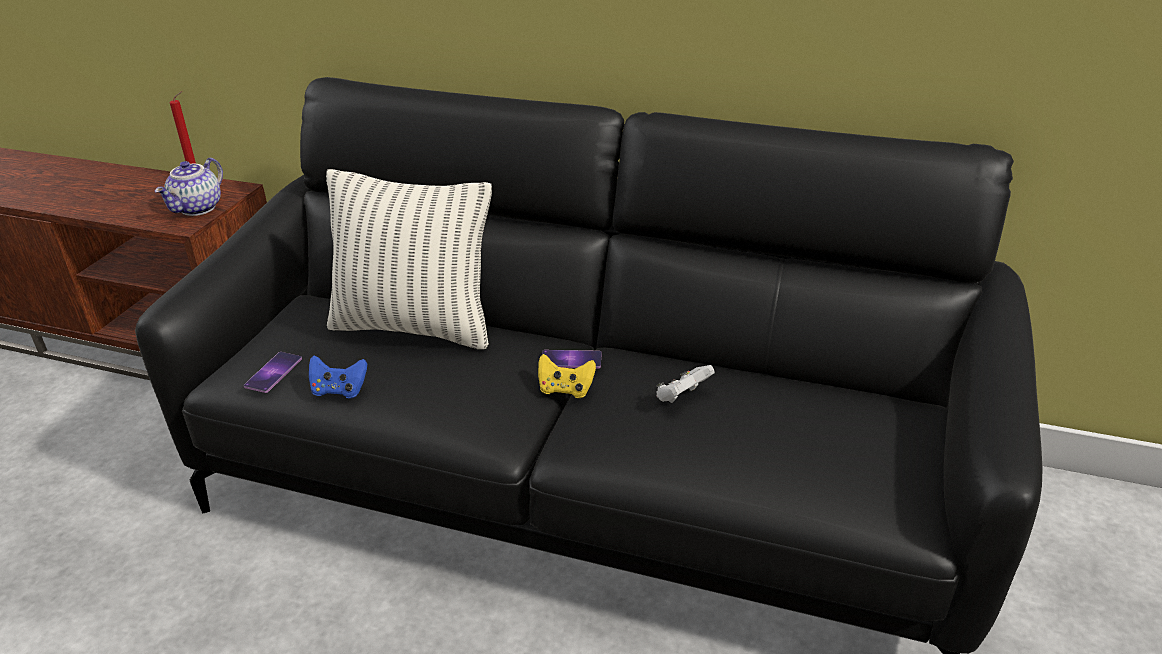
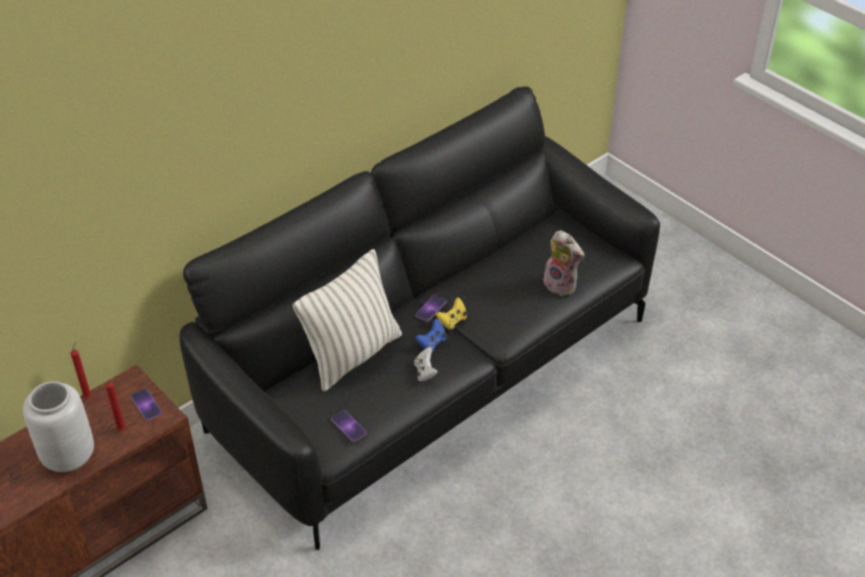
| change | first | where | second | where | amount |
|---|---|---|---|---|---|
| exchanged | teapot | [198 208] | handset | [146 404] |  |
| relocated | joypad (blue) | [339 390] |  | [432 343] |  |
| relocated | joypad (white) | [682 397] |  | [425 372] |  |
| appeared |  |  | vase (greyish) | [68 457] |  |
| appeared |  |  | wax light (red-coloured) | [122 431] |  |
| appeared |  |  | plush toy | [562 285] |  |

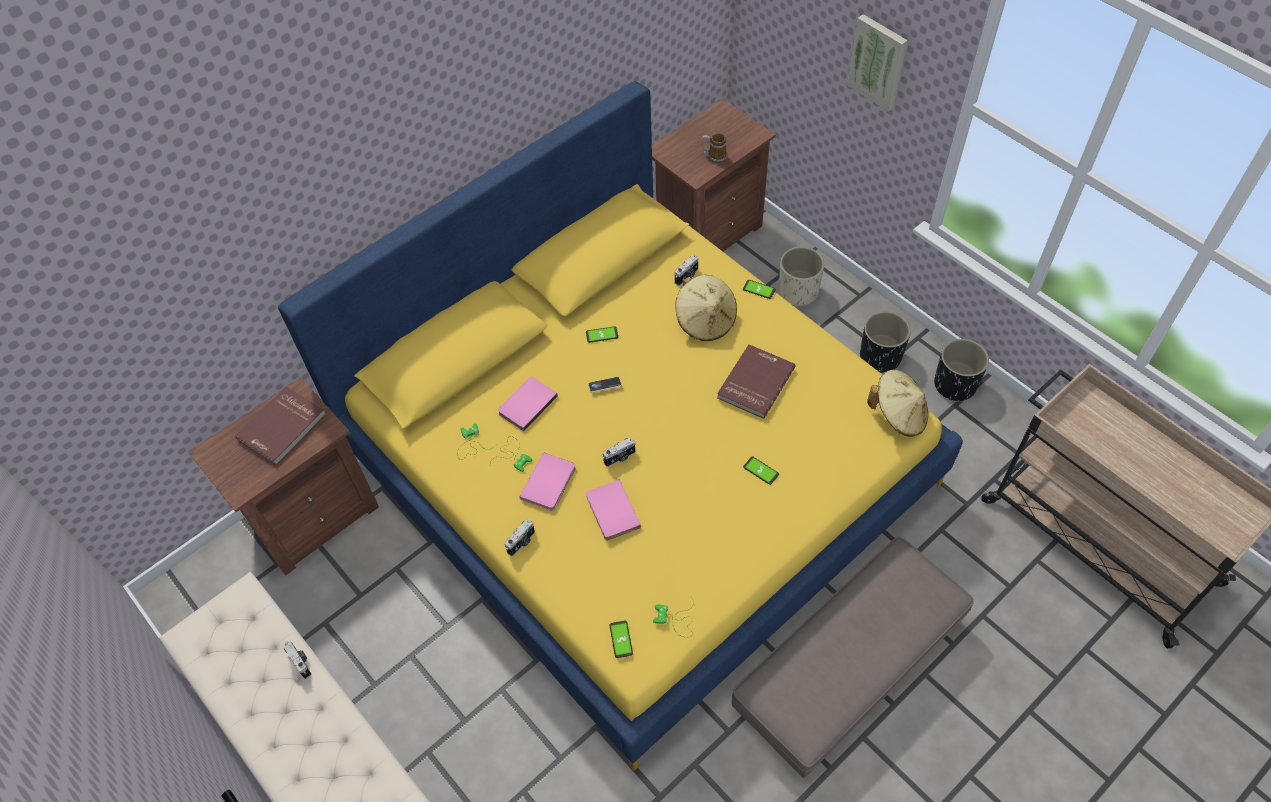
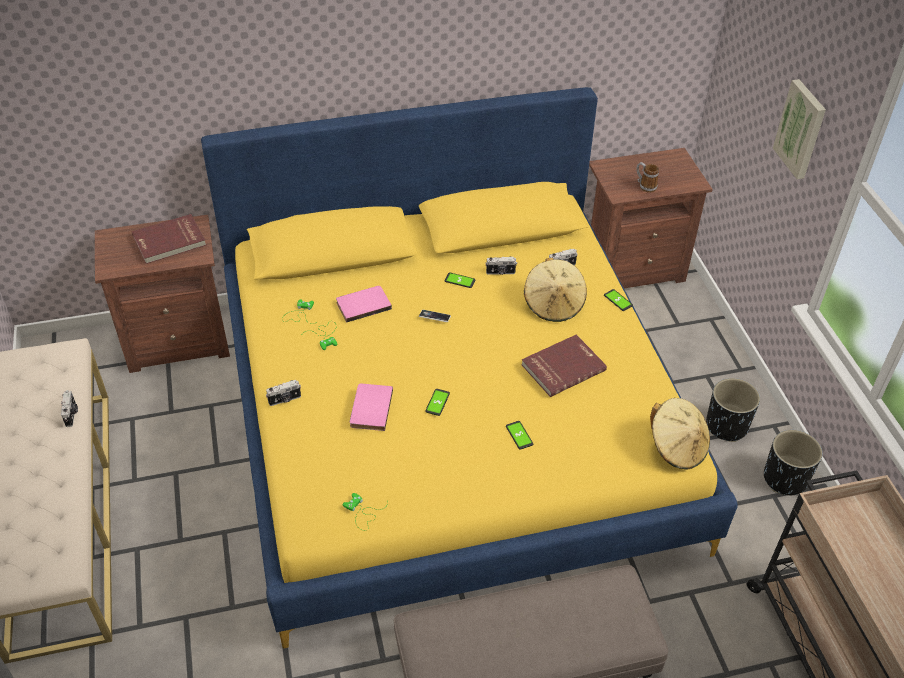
| change | first | where | second | where | amount |
|---|---|---|---|---|---|
| missing | book (pink) | [550 484] |  |  |  |
| relocated | still camera | [620 458] |  | [500 272] |  |
| relocated | handset | [621 639] |  | [437 402] |  |
| missing | planter (sand-coloured) | [798 292] |  |  |  |

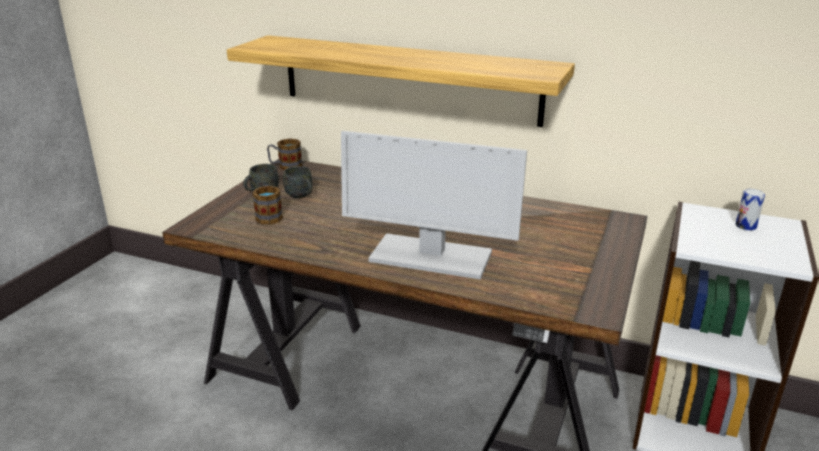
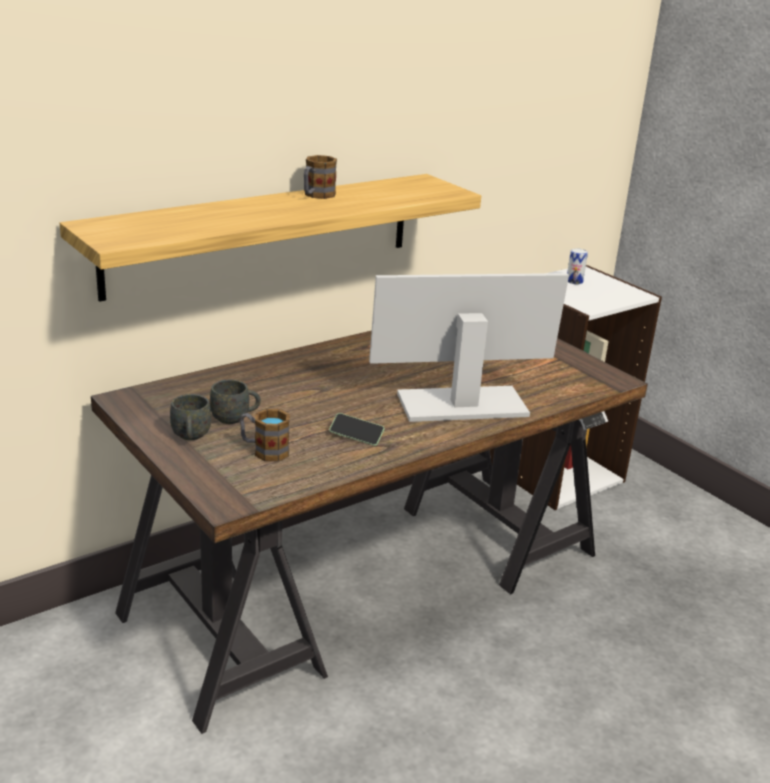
| change | first | where | second | where | amount |
|---|---|---|---|---|---|
| relocated | coffee mug | [285 166] |  | [316 195] |  |
| spun | monitor | [429 257] |  | [463 404] | 150 degrees counterclockwise |
| appeared |  |  | handset | [356 436] |  |

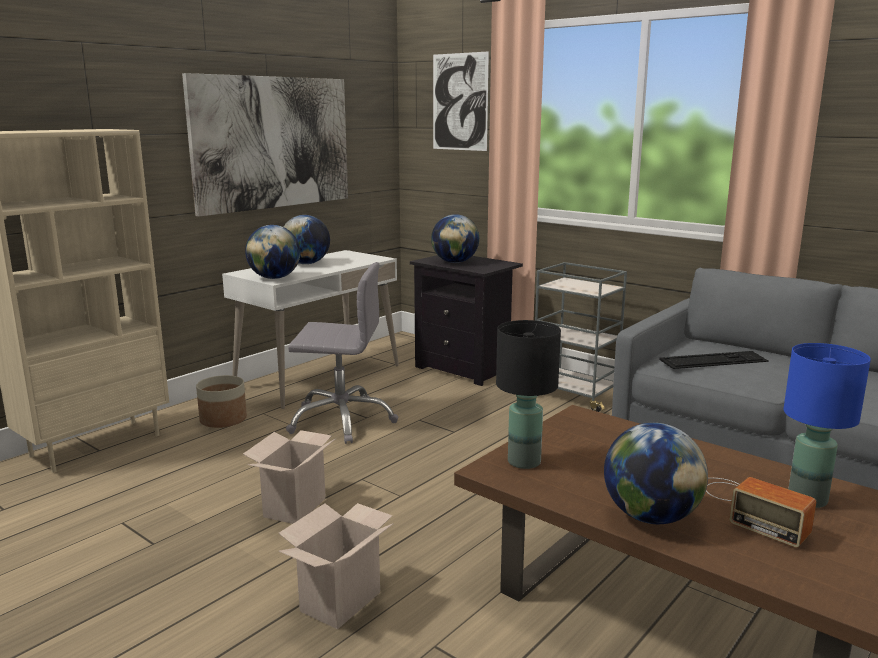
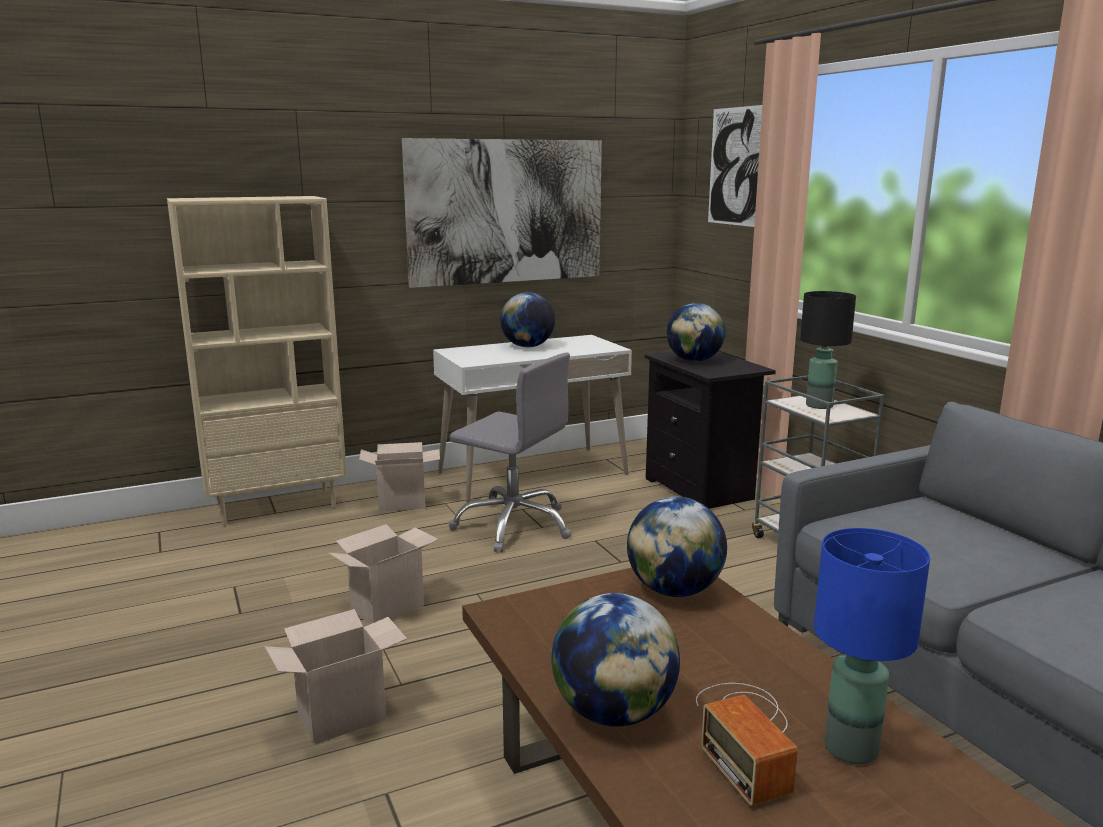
| change | first | where | second | where | amount |
|---|---|---|---|---|---|
| exchanged | planter | [223 419] | packing box | [403 503] |  |
| relocated | world globe | [274 278] |  | [674 590] |  |
| relocated | table lamp (black-coloured) | [525 461] |  | [820 405] |  |
| missing | keyboard | [713 360] |  |  |  |

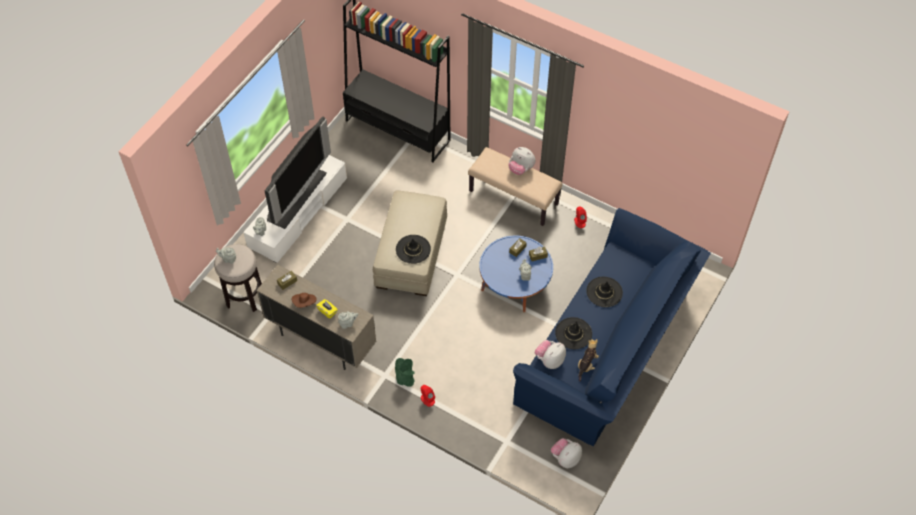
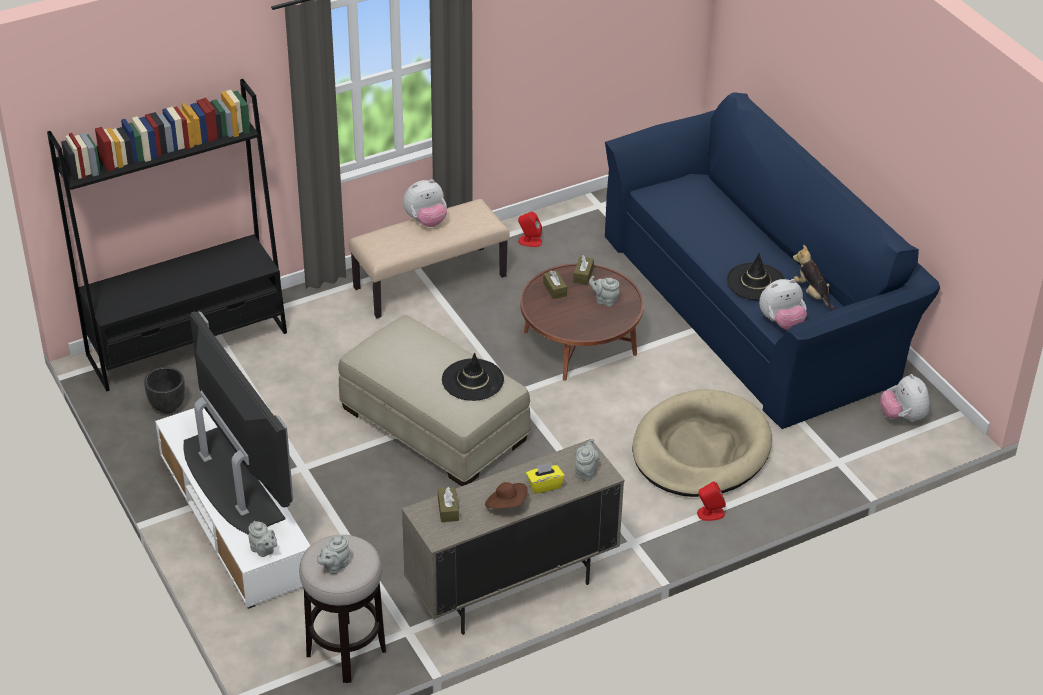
| change | first | where | second | where | amount |
|---|---|---|---|---|---|
| missing | vase (green-coloured) | [405 379] |  |  |  |
| colour | coffee table (blue) | [515 283] | coffee table (brown) | [580 343] |  |
| spun | plush toy | [549 360] |  | [781 322] | 90 degrees counterclockwise |
| missing | wearable hat (black-coloured) | [604 292] |  |  |  |
| appeared |  |  | planter (black-coloured) | [167 406] |  |
| appeared |  |  | pet bed (sand-coloured) | [700 449] |  |

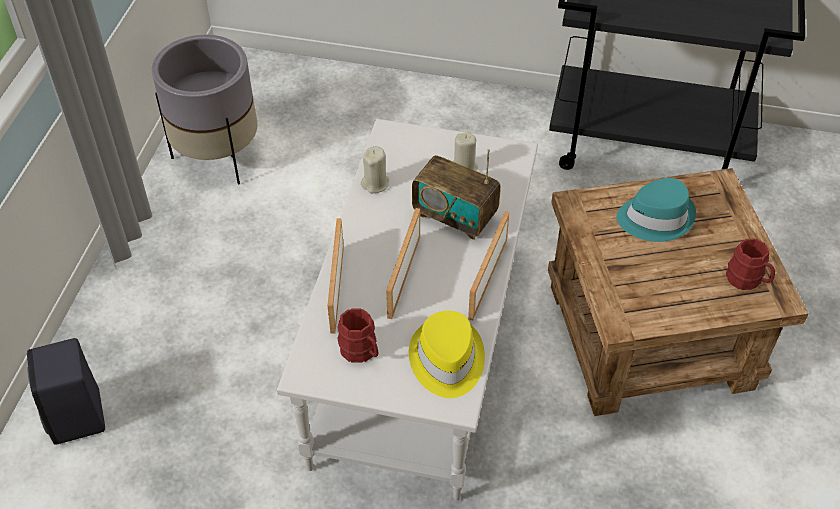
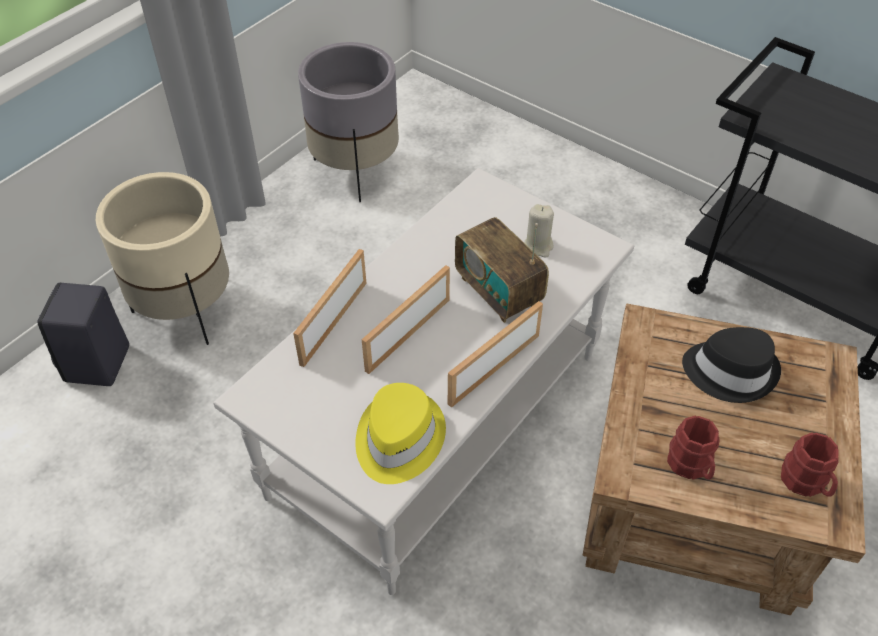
| change | first | where | second | where | amount |
|---|---|---|---|---|---|
| relocated | coffee mug (red-coloured) | [361 352] |  | [691 467] |  |
| missing | wax light (sand-coloured) | [375 183] |  |  |  |
| colour | wearable hat (turquoise) | [655 217] | wearable hat (black-coloured) | [730 370] |  |
| appeared |  |  | planter (sand-coloured) | [186 310] |  |

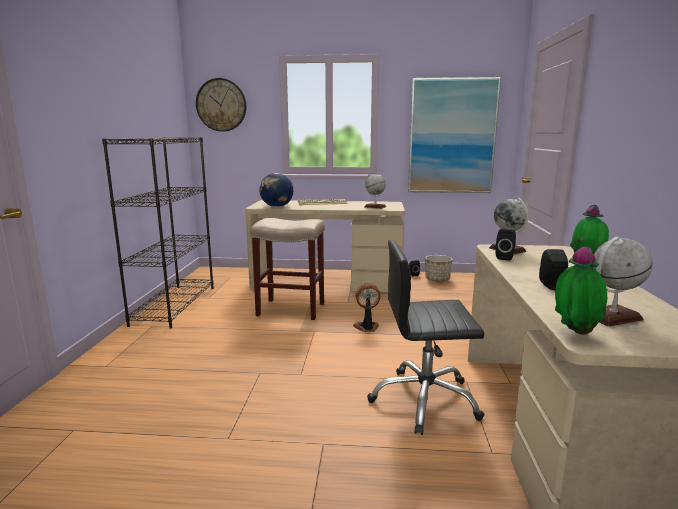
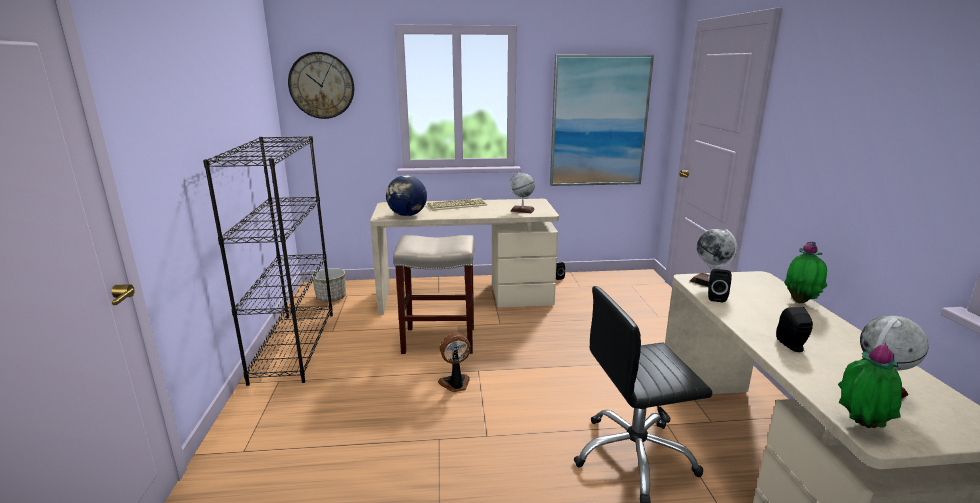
| change | first | where | second | where | amount |
|---|---|---|---|---|---|
| relocated | electric fan | [367 328] |  | [455 384] |  |
| relocated | planter | [437 279] |  | [331 298] |  |

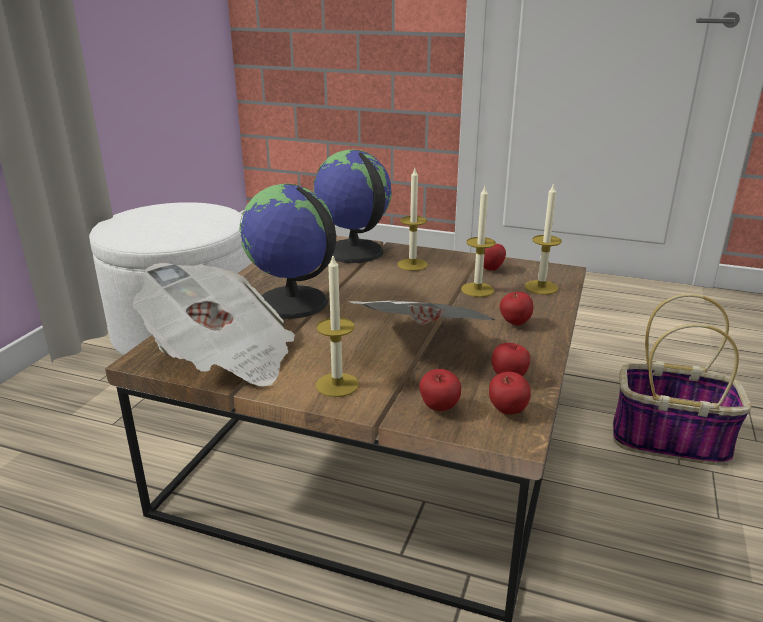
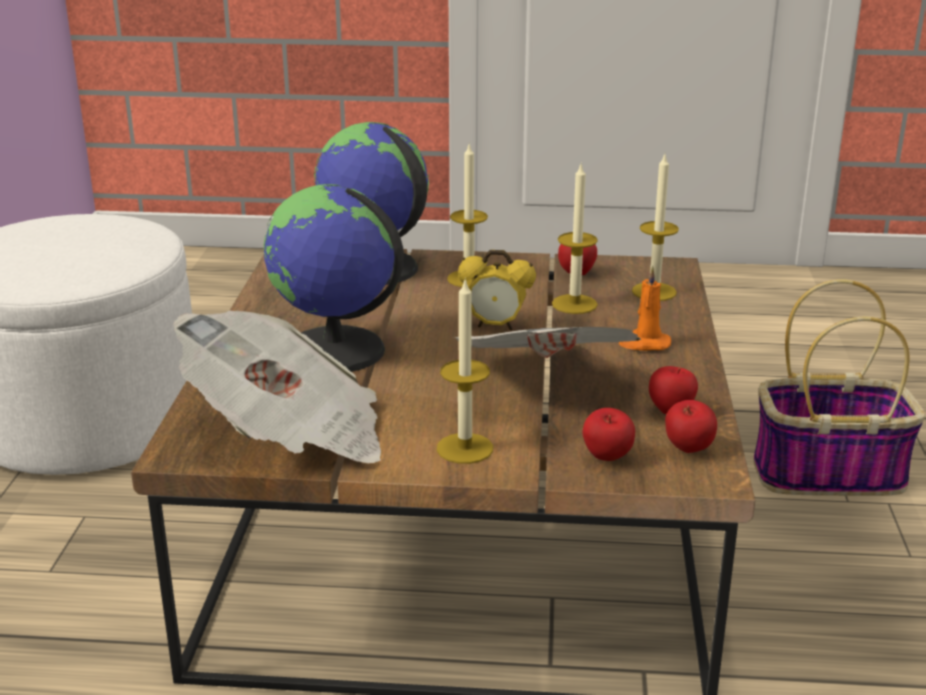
| change | first | where | second | where | amount |
|---|---|---|---|---|---|
| exchanged | apple fruit | [514 324] | wax light (orange) | [644 344] |  |
| appeared |  |  | table clock | [496 326] |  |

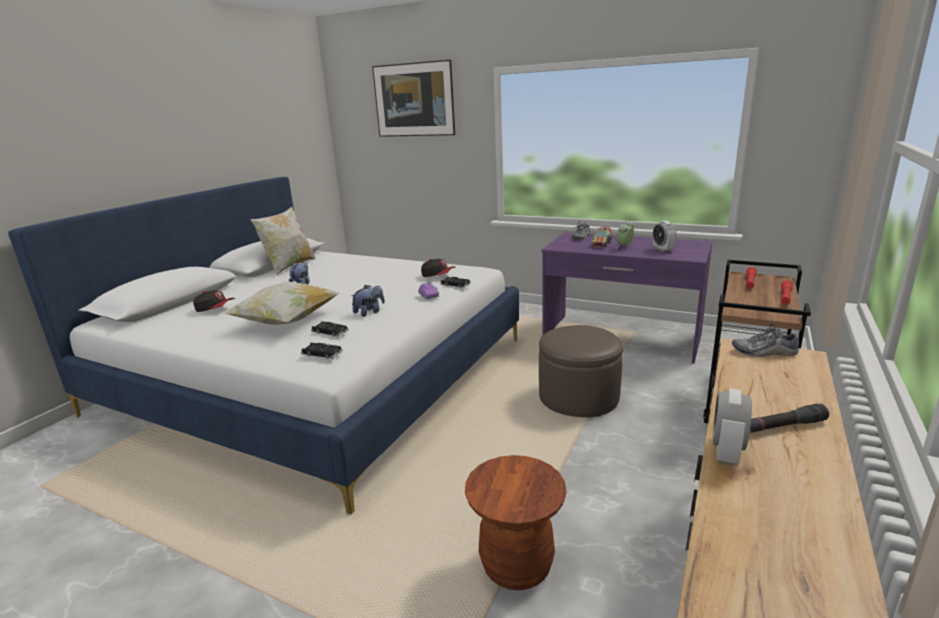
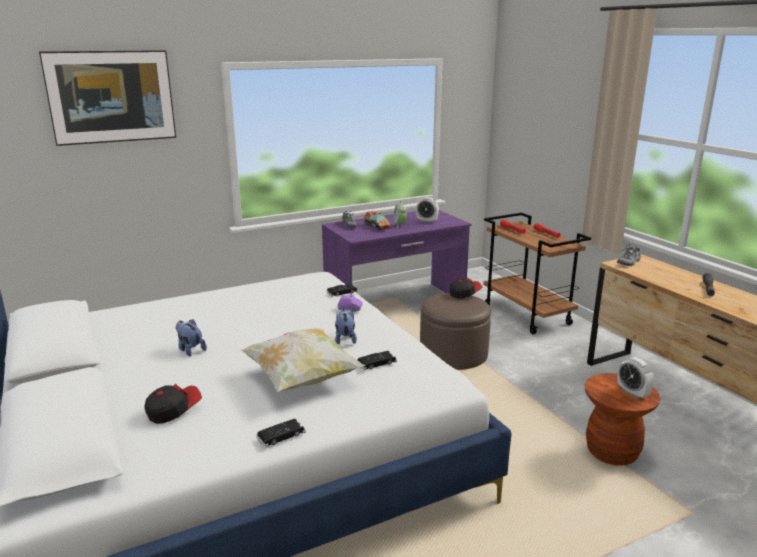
| change | first | where | second | where | amount |
|---|---|---|---|---|---|
| missing | cushion | [289 266] |  |  |  |
| relocated | toy car (black-coloured) | [322 354] |  | [281 436] |  |
| relocated | peaked cap | [438 276] |  | [464 294] |  |
| relocated | table clock | [726 452] |  | [632 393] |  |

